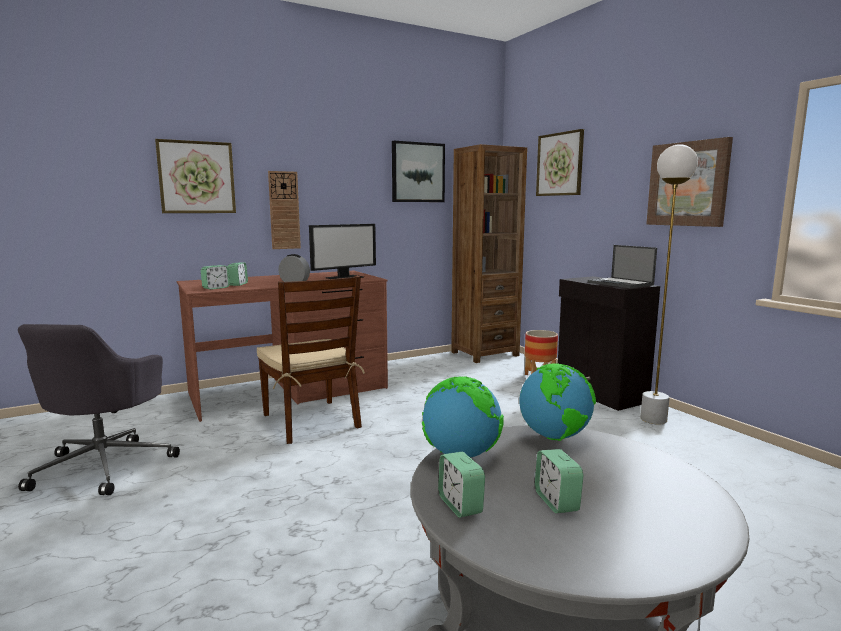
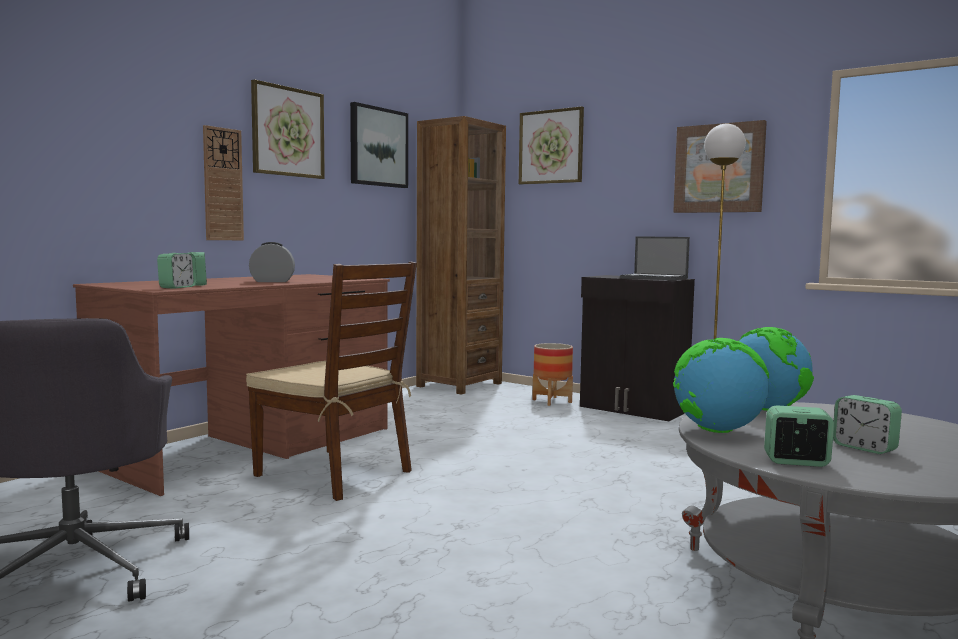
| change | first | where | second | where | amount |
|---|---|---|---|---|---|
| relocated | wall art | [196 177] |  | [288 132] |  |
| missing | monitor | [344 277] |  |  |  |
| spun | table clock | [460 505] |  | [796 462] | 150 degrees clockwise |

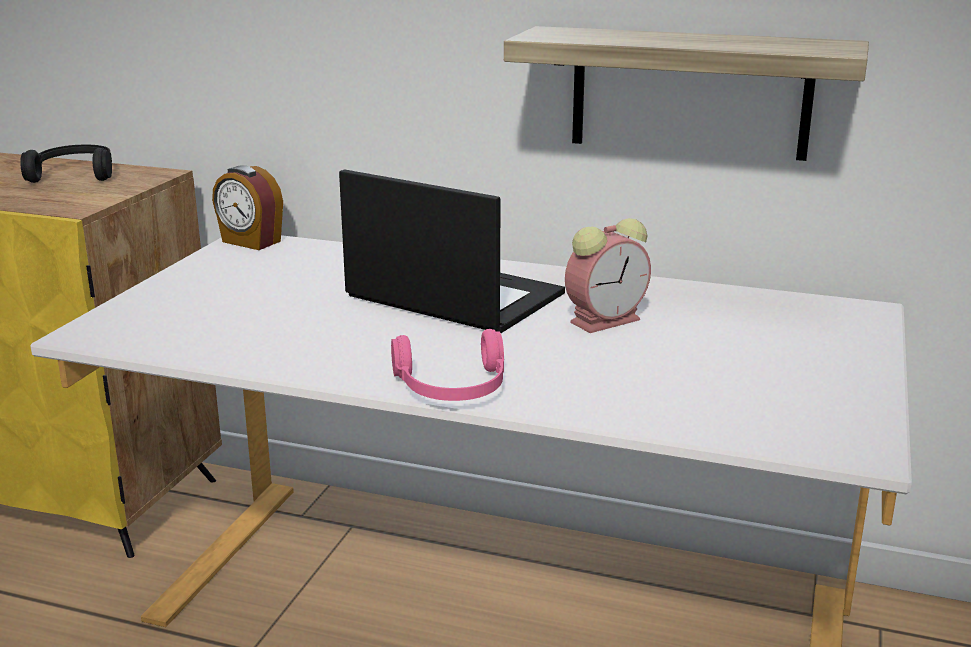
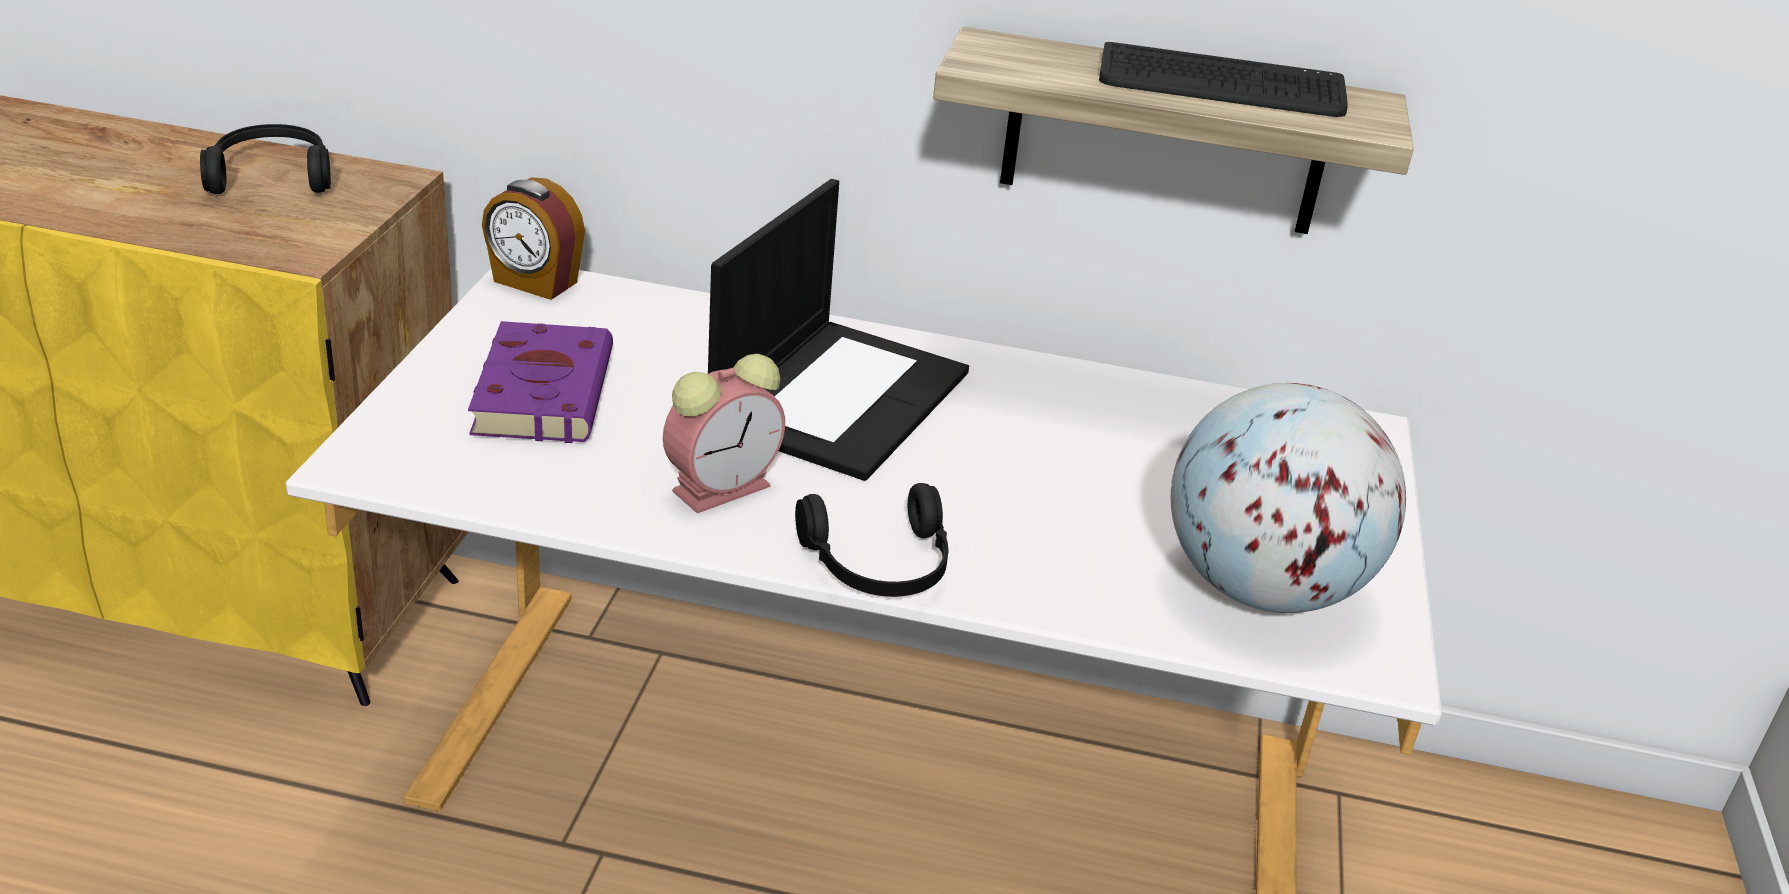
| change | first | where | second | where | amount |
|---|---|---|---|---|---|
| spun | portable computer | [451 296] |  | [840 396] | 90 degrees clockwise |
| colour | pair of headphones (pink) | [453 388] | pair of headphones (black-coloured) | [880 566] |  |
| relocated | table clock | [607 320] |  | [724 487] |  |
| appeared |  |  | book (purplish) | [543 390] |  |
| appeared |  |  | keyboard | [1221 85] |  |
| appeared |  |  | world globe | [1261 589] |  |

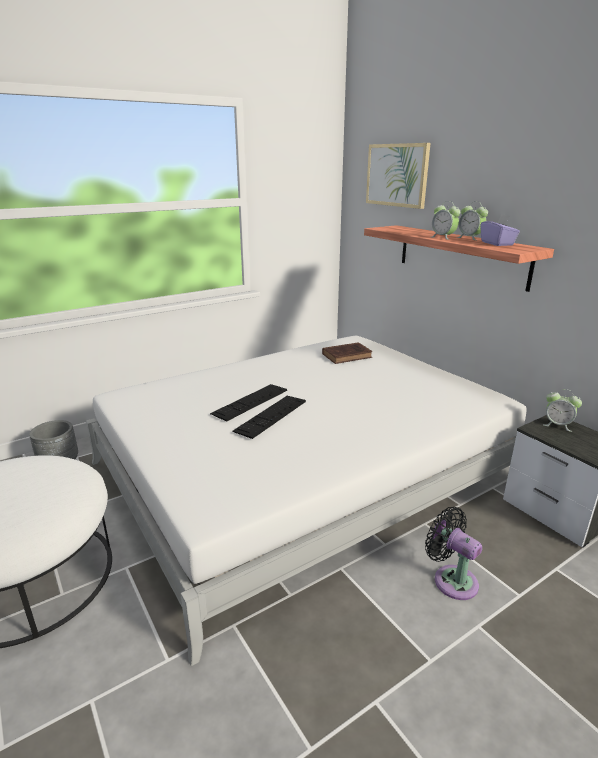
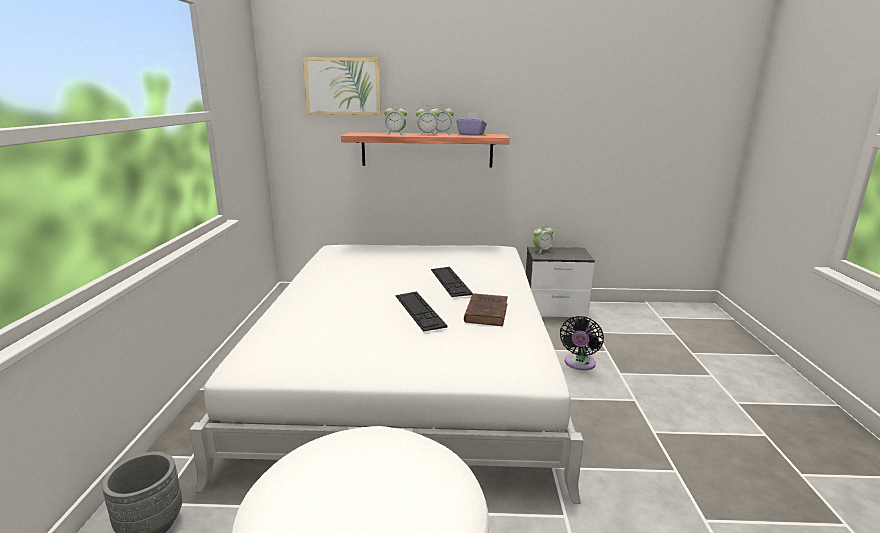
| change | first | where | second | where | amount |
|---|---|---|---|---|---|
| relocated | keyboard | [250 401] |  | [450 281] |  |
| relocated | book (brown) | [348 355] |  | [486 312] |  |
| spun | electric fan (black-coloured) | [451 579] |  | [579 364] | 60 degrees counterclockwise |
| appeared |  |  | table clock | [395 134] |  |

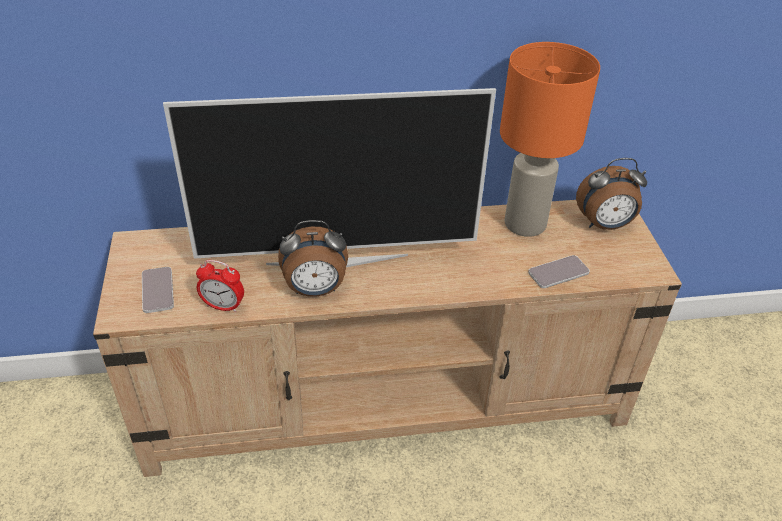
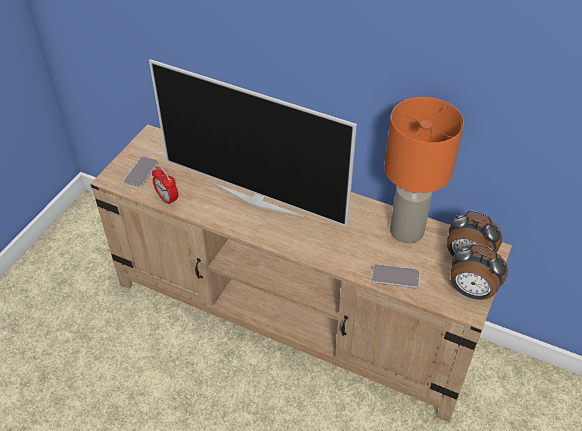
| change | first | where | second | where | amount |
|---|---|---|---|---|---|
| relocated | table clock | [315 290] |  | [471 291] |  |

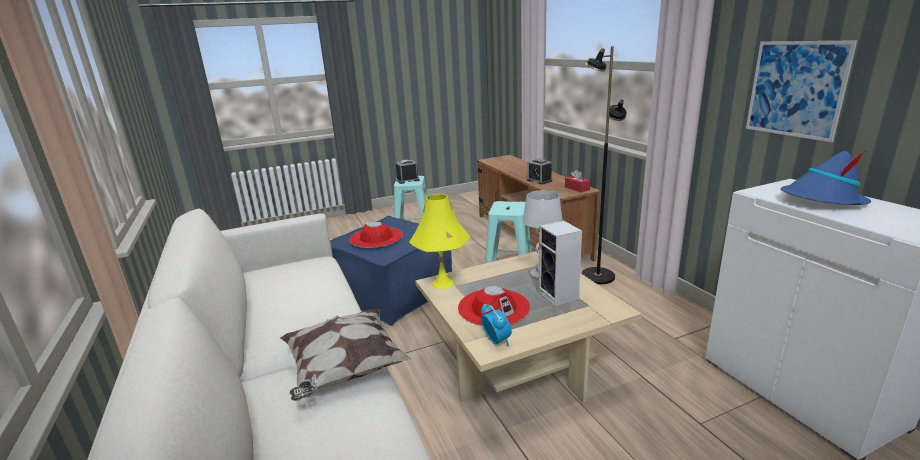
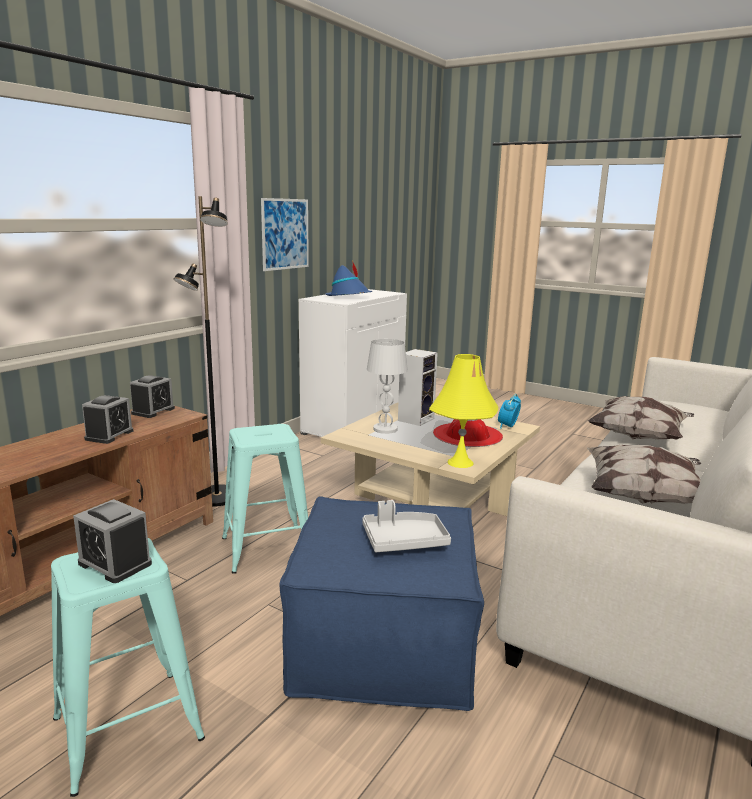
| change | first | where | second | where | amount |
|---|---|---|---|---|---|
| exchanged | wearable hat (red-coloured) | [376 237] | carrying tray (greyish) | [404 541] |  |
| exchanged | tissue holder (red-coloured) | [577 188] | table clock | [153 411] |  |
| appeared |  |  | cushion | [644 496] |  |

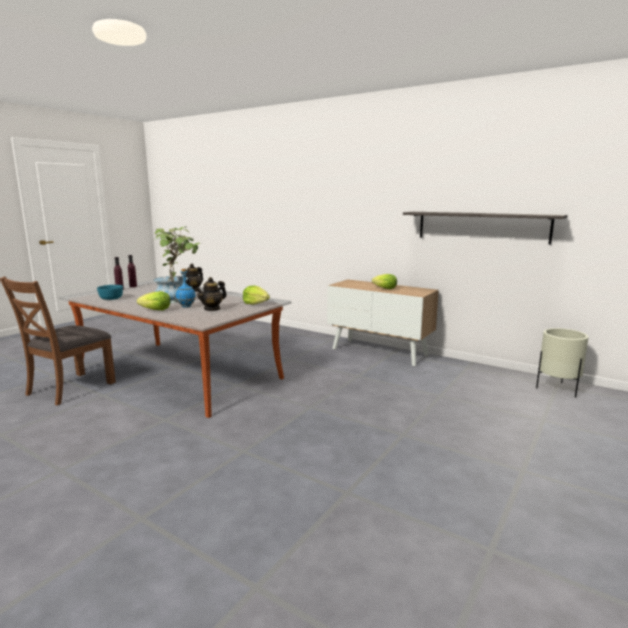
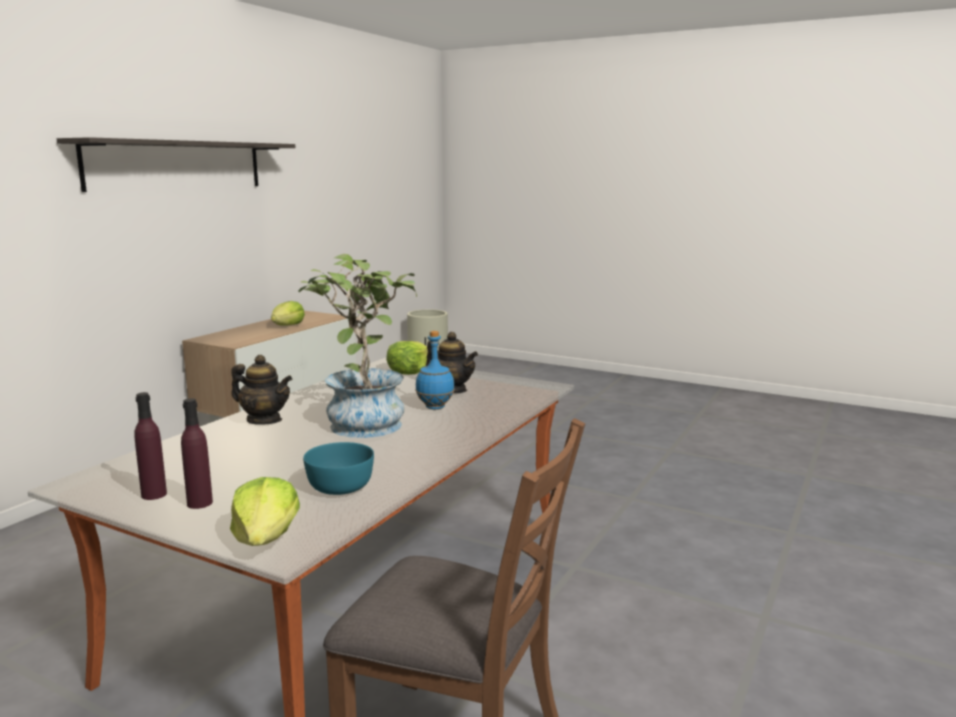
| change | first | where | second | where | amount |
|---|---|---|---|---|---|
| relocated | lettuce head | [156 310] |  | [266 538] |  |
| relocated | bracket shelf | [482 226] |  | [177 165] |  |

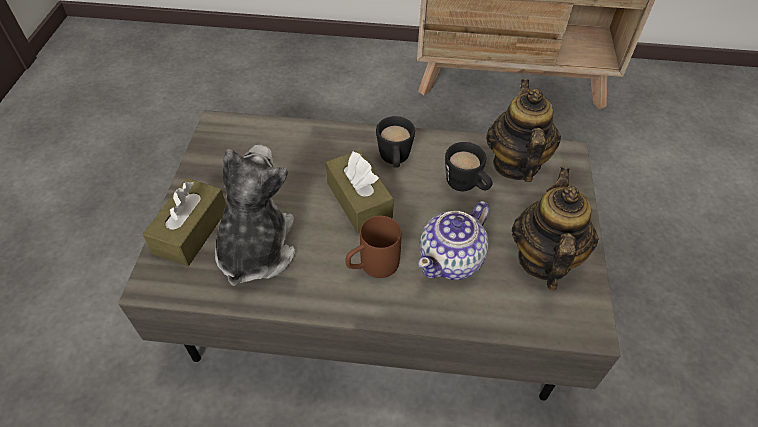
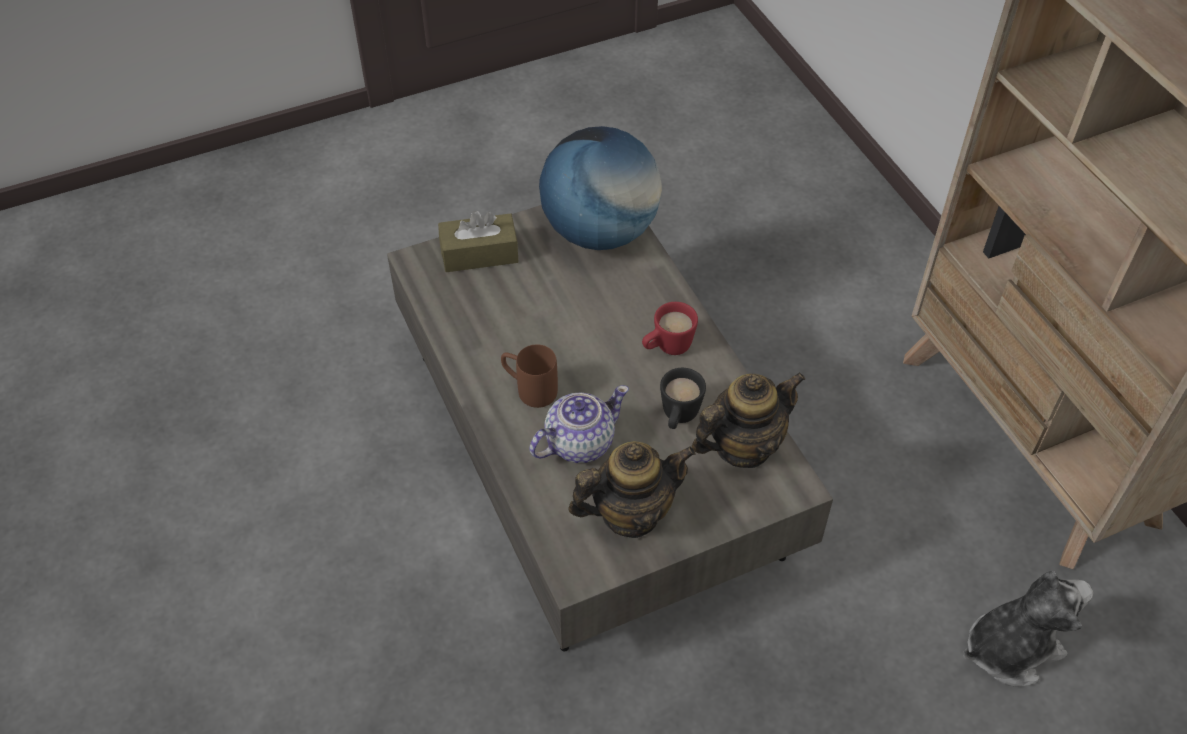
| change | first | where | second | where | amount |
|---|---|---|---|---|---|
| relocated | plush toy | [256 249] |  | [1010 648] |  |
| missing | tissue holder (brown) | [359 200] |  |  |  |
| colour | coffee mug (black-coloured) | [394 161] | coffee mug (red-coloured) | [667 348] |  |
| spun | teapot | [452 259] |  | [578 443] | 135 degrees clockwise |
| appeared |  |  | world globe | [600 232] |  |

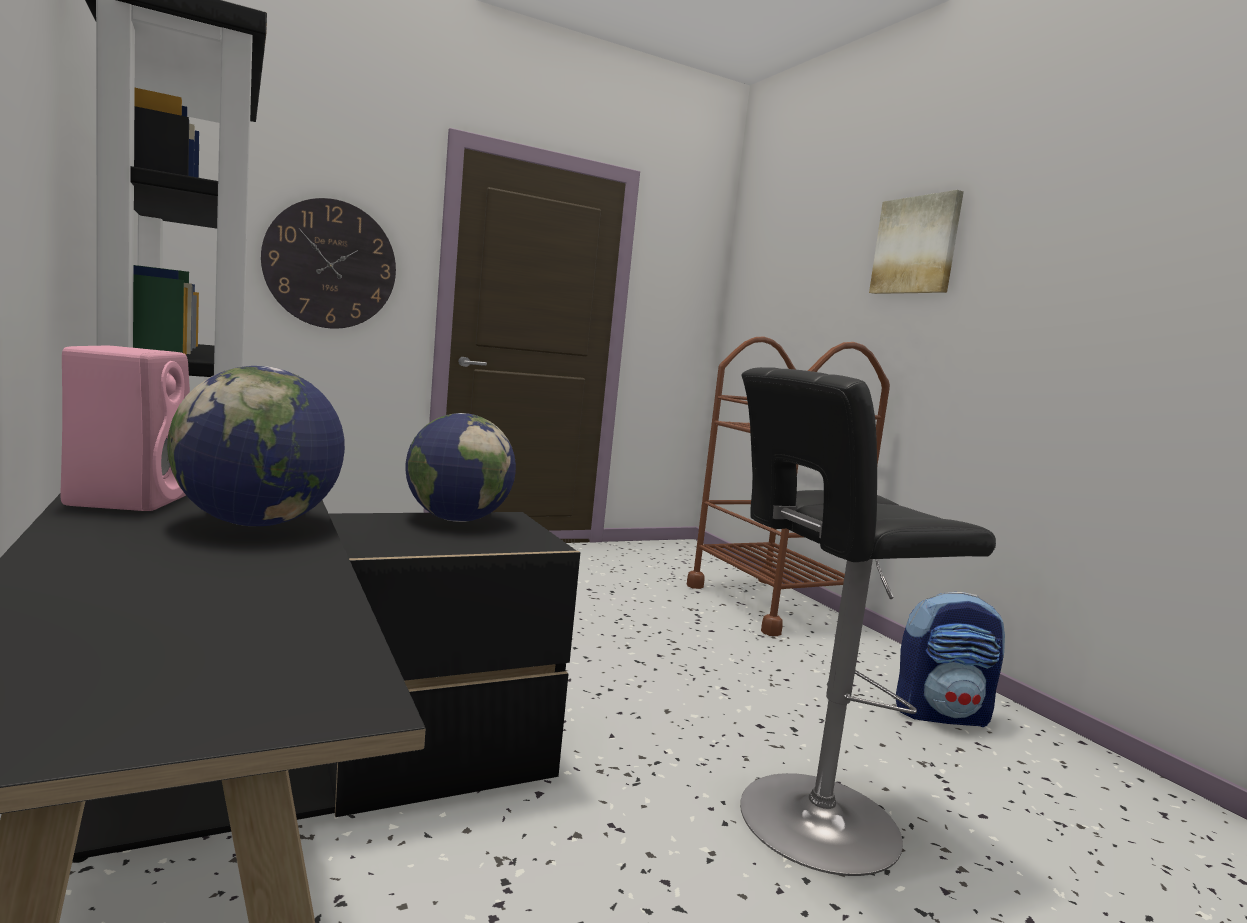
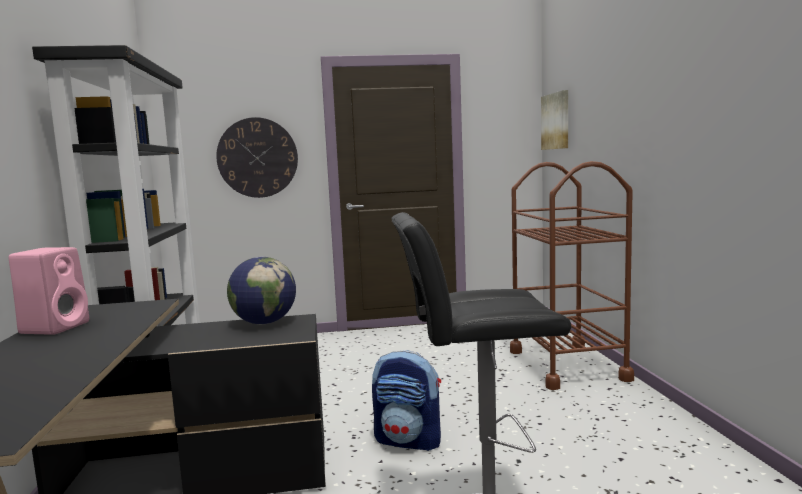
| change | first | where | second | where | amount |
|---|---|---|---|---|---|
| missing | world globe | [257 523] |  |  |  |
| relocated | wall art | [916 245] |  | [556 121] |  |
| relocated | rucksack | [941 714] |  | [409 440] |  |

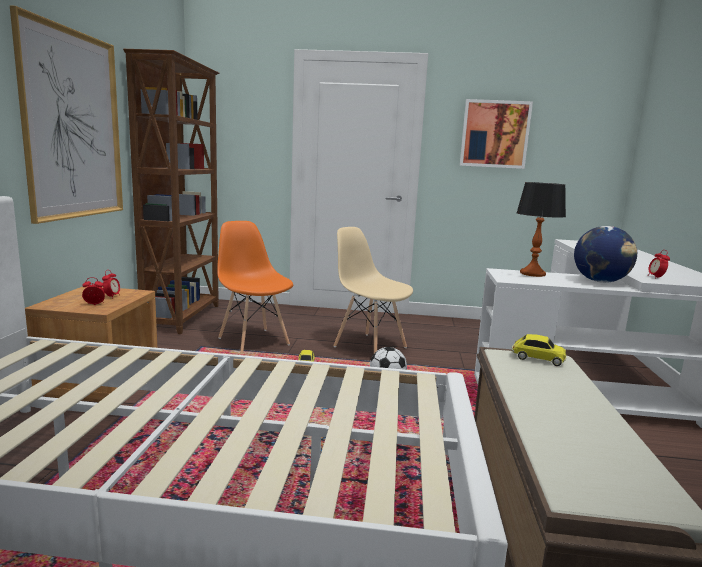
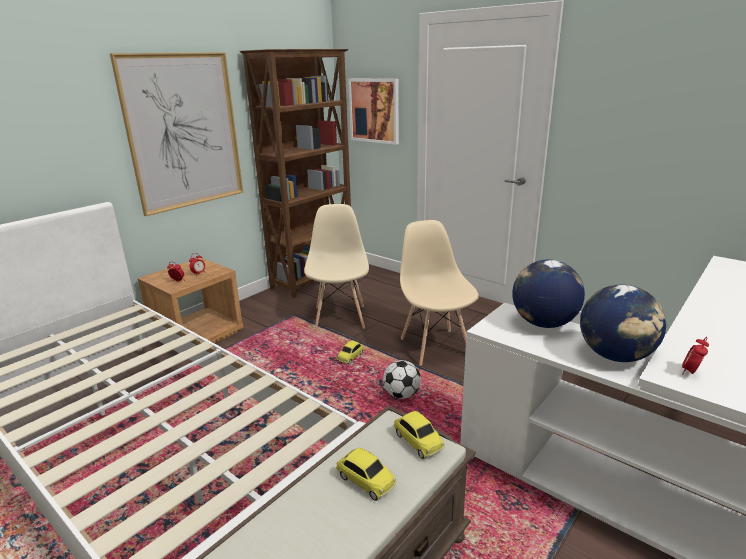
| change | first | where | second | where | amount |
|---|---|---|---|---|---|
| colour | chair (orange) | [253 341] | chair (sand-coloured) | [340 317] |  |
| relocated | wall art | [494 134] |  | [374 110] |  |
| exchanged | table lamp | [532 274] | world globe | [543 323] |  |
| appeared |  |  | toy car | [365 480] |  |

